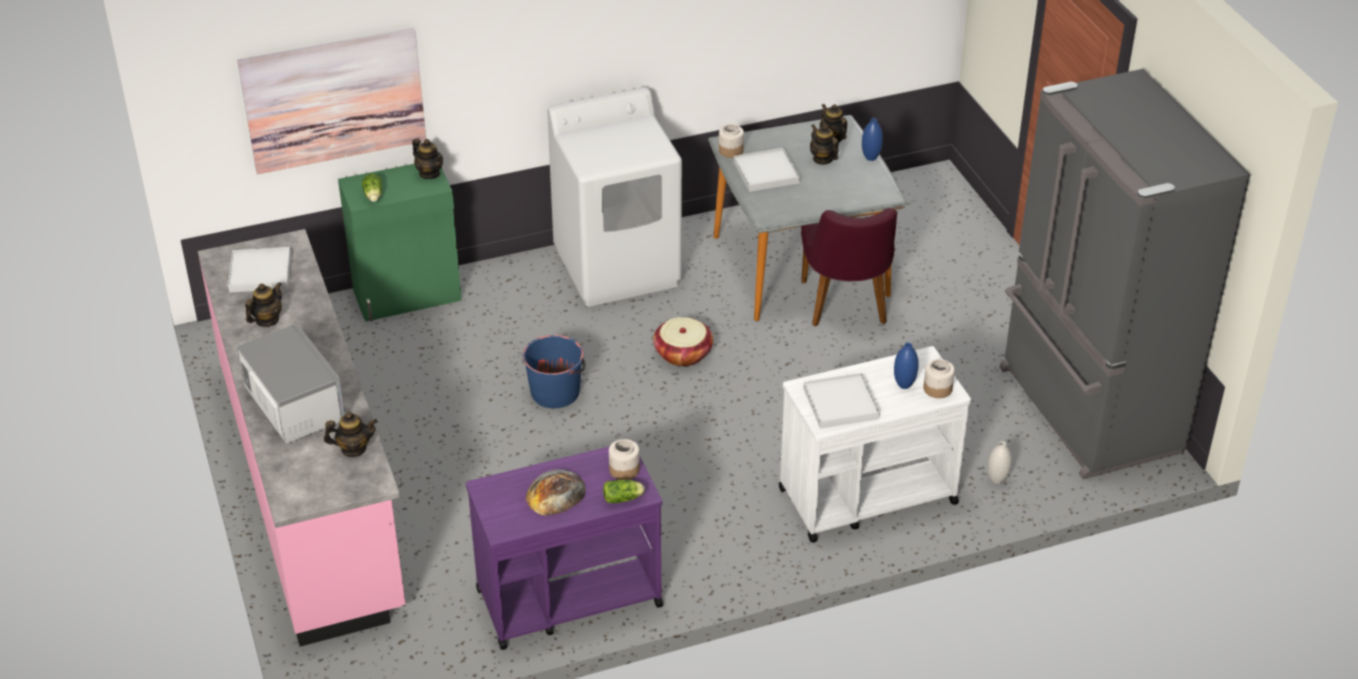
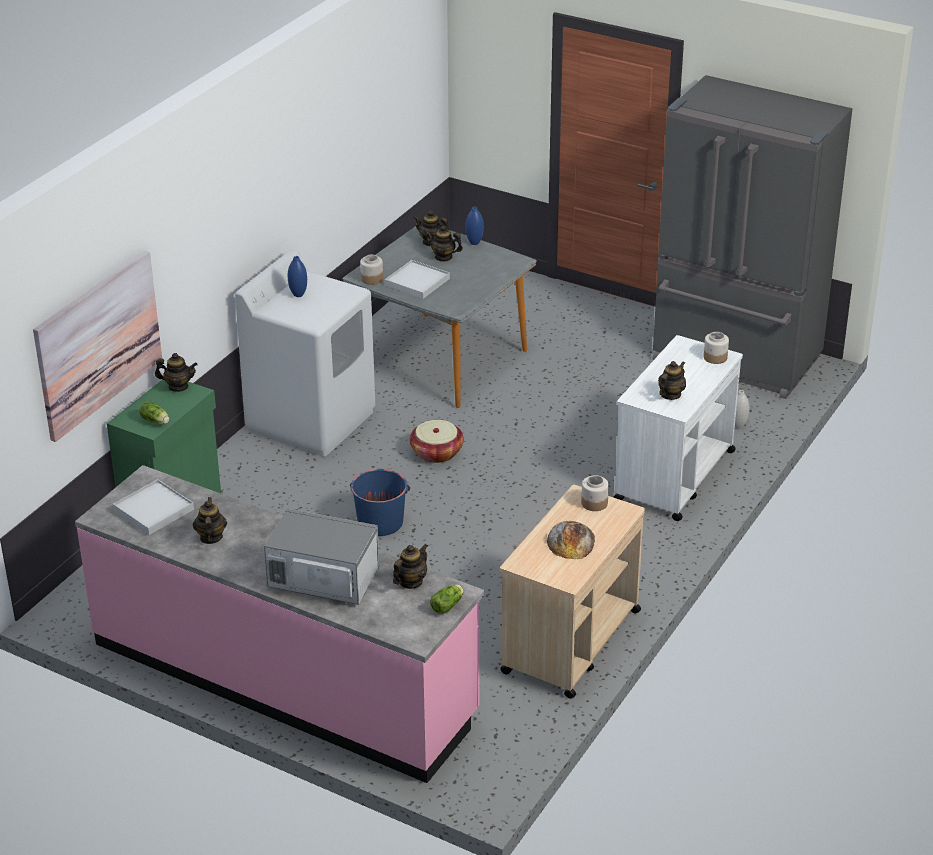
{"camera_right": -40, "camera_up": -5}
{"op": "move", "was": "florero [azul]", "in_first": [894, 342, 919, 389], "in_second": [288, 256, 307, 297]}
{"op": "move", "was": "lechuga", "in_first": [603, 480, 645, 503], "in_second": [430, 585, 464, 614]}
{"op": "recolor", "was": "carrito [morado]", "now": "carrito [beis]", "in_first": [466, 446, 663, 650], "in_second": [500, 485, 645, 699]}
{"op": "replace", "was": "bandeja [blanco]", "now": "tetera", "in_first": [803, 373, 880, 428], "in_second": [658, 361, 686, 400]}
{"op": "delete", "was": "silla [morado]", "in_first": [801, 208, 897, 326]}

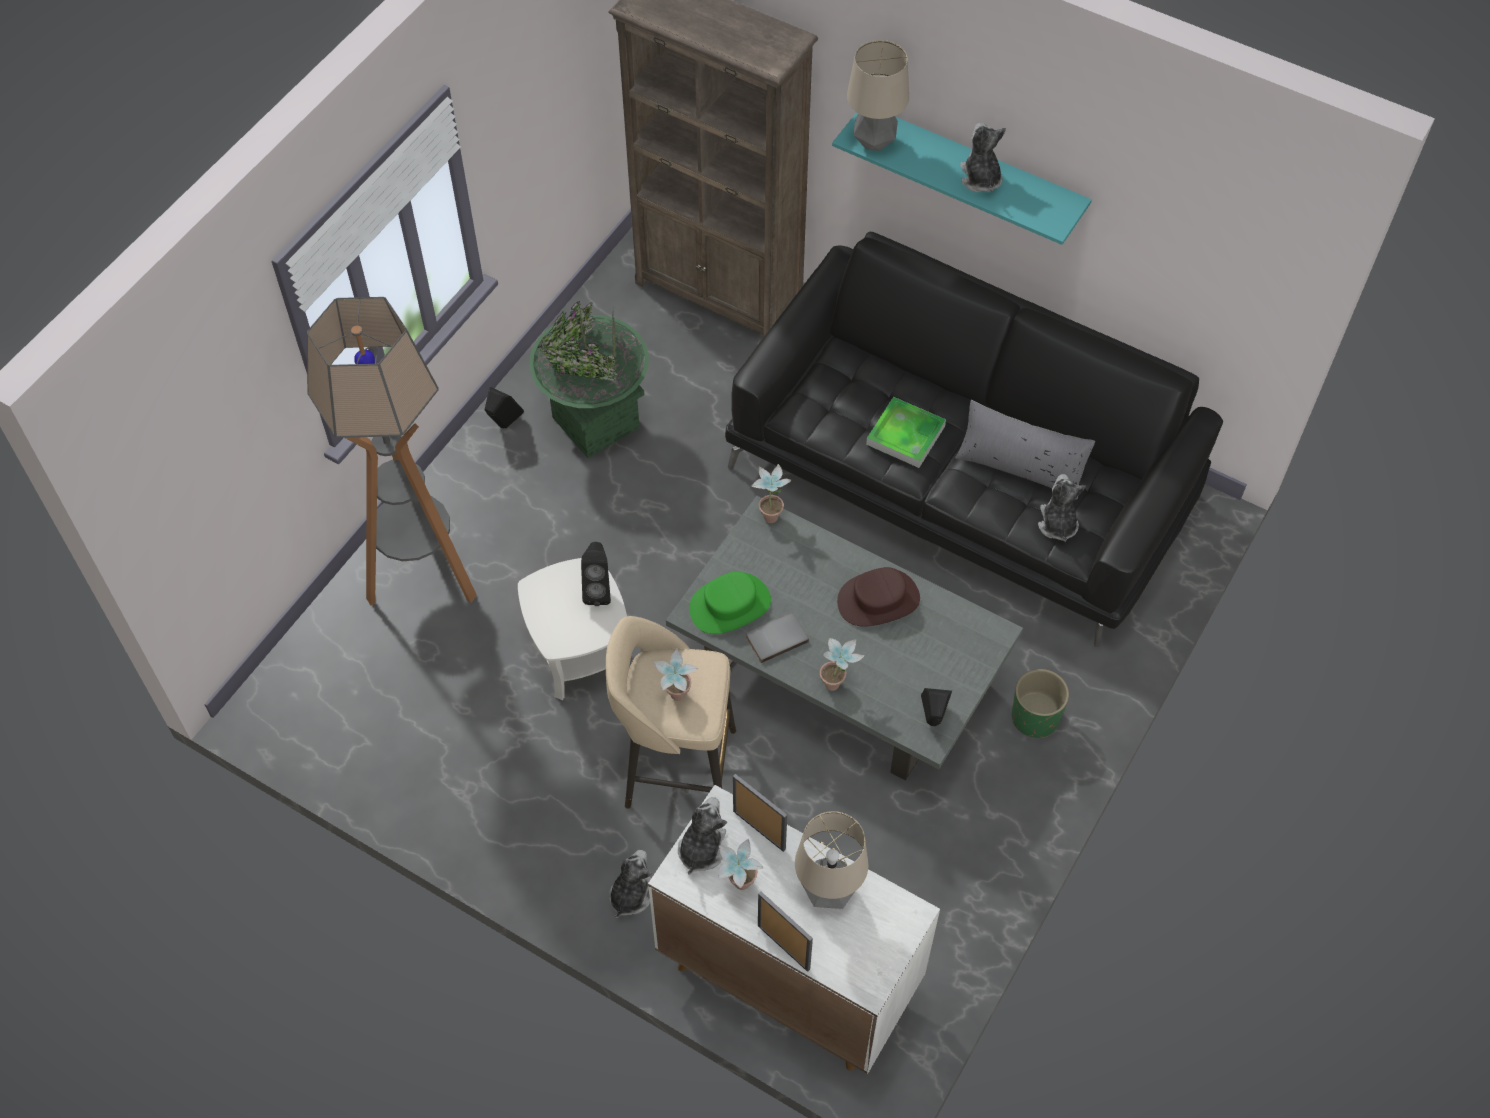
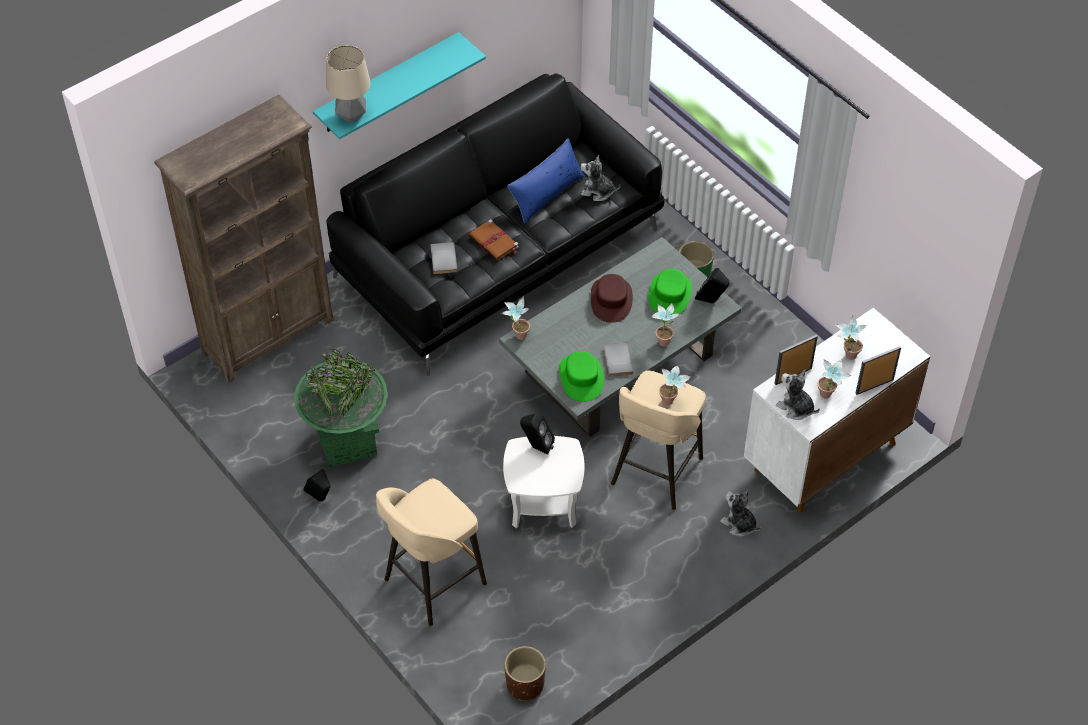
{"camera_right": -70, "camera_up": -5}
{"op": "replace", "was": "lámpara de pie", "now": "taburete [beis]", "in_first": [307, 297, 477, 606], "in_second": [376, 479, 487, 626]}
{"op": "insert", "now": "libro [gris]", "in_second": [430, 242, 457, 274]}
{"op": "replace", "was": "bandeja", "now": "libro [marrón]", "in_first": [866, 397, 946, 468], "in_second": [469, 219, 519, 260]}
{"op": "insert", "now": "maceta [marrón]", "in_second": [504, 646, 546, 701]}
{"op": "recolor", "was": "cojín [gris]", "now": "cojín [azul]", "in_first": [955, 400, 1095, 500], "in_second": [507, 138, 585, 224]}
{"op": "insert", "now": "sombrero [verde]", "in_second": [649, 269, 692, 315]}
{"op": "replace", "was": "lámpara de mesa", "now": "planta en maceta", "in_first": [795, 811, 868, 909], "in_second": [836, 315, 866, 360]}
{"op": "delete", "was": "peluche", "in_first": [960, 122, 1006, 192]}

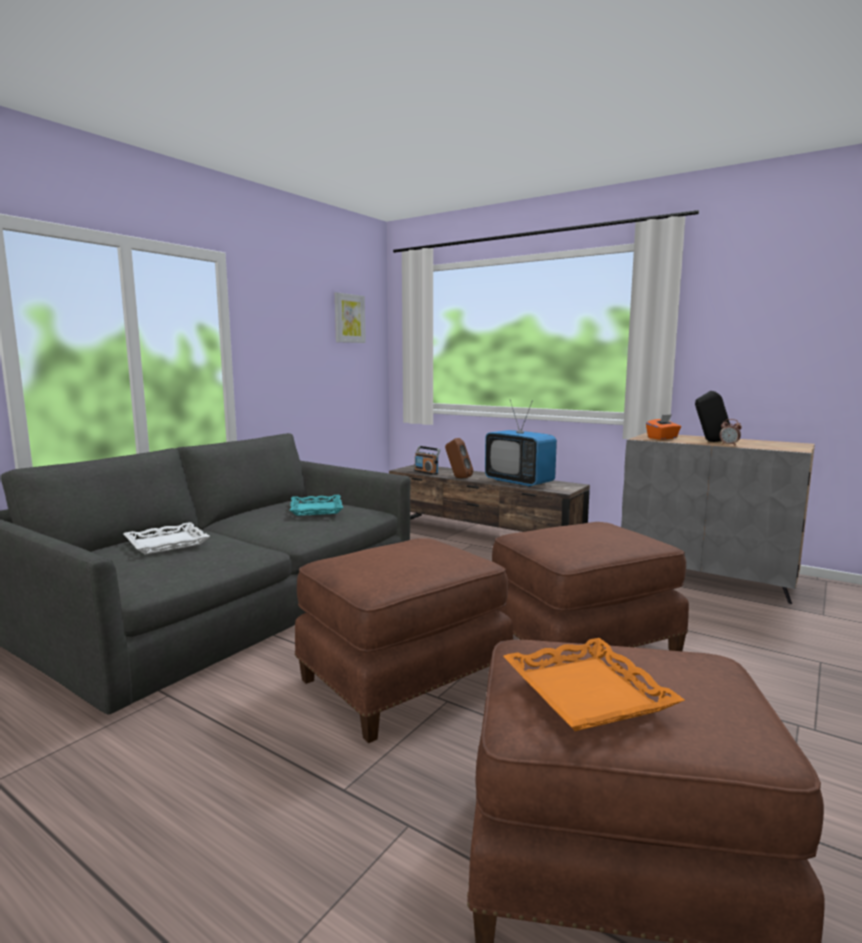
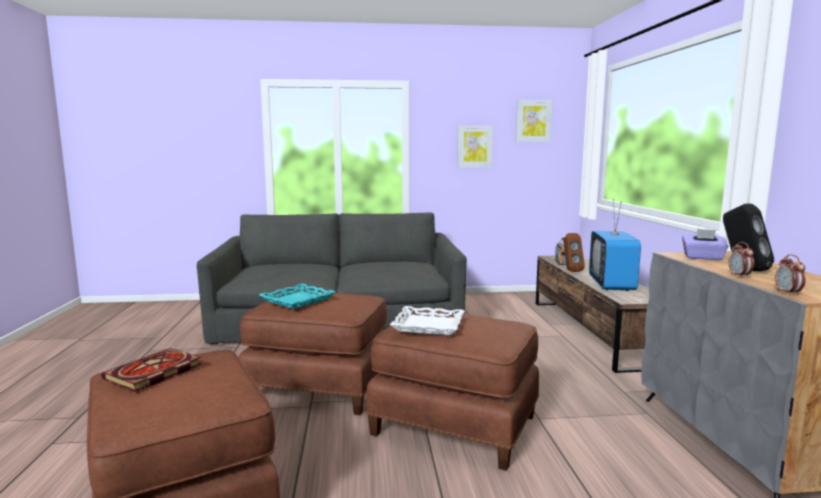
{"camera_right": 50, "camera_up": 0}
{"op": "replace", "was": "bandeja [naranja]", "now": "libro", "in_first": [503, 638, 685, 731], "in_second": [101, 348, 202, 392]}
{"op": "move", "was": "bandeja [turquesa]", "in_first": [290, 495, 343, 516], "in_second": [259, 283, 335, 309]}
{"op": "move", "was": "bandeja [blanco]", "in_first": [123, 522, 210, 555], "in_second": [390, 306, 464, 335]}
{"op": "insert", "now": "cuadro", "in_second": [457, 126, 493, 167]}
{"op": "recolor", "was": "caja de pañuelos [naranja]", "now": "caja de pañuelos [morado]", "in_first": [646, 414, 681, 440], "in_second": [682, 229, 729, 260]}
{"op": "insert", "now": "despertador", "in_second": [775, 254, 806, 296]}

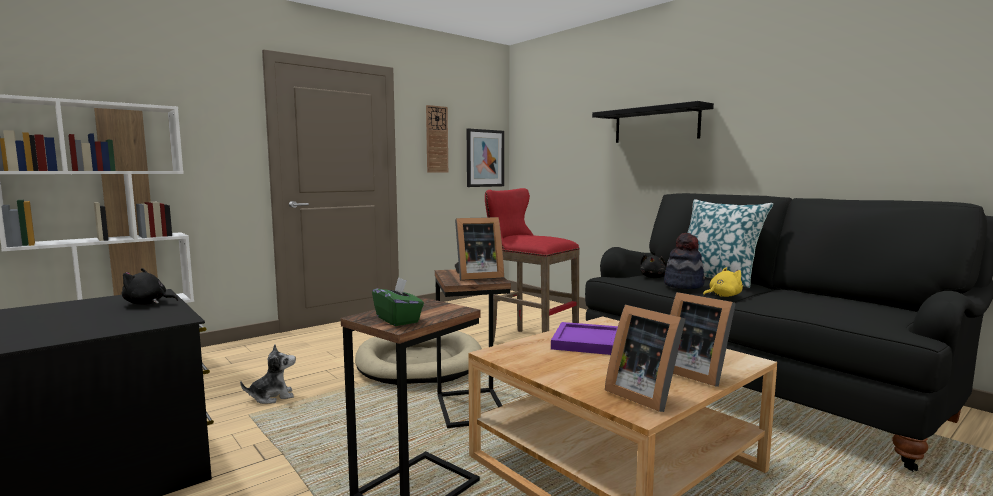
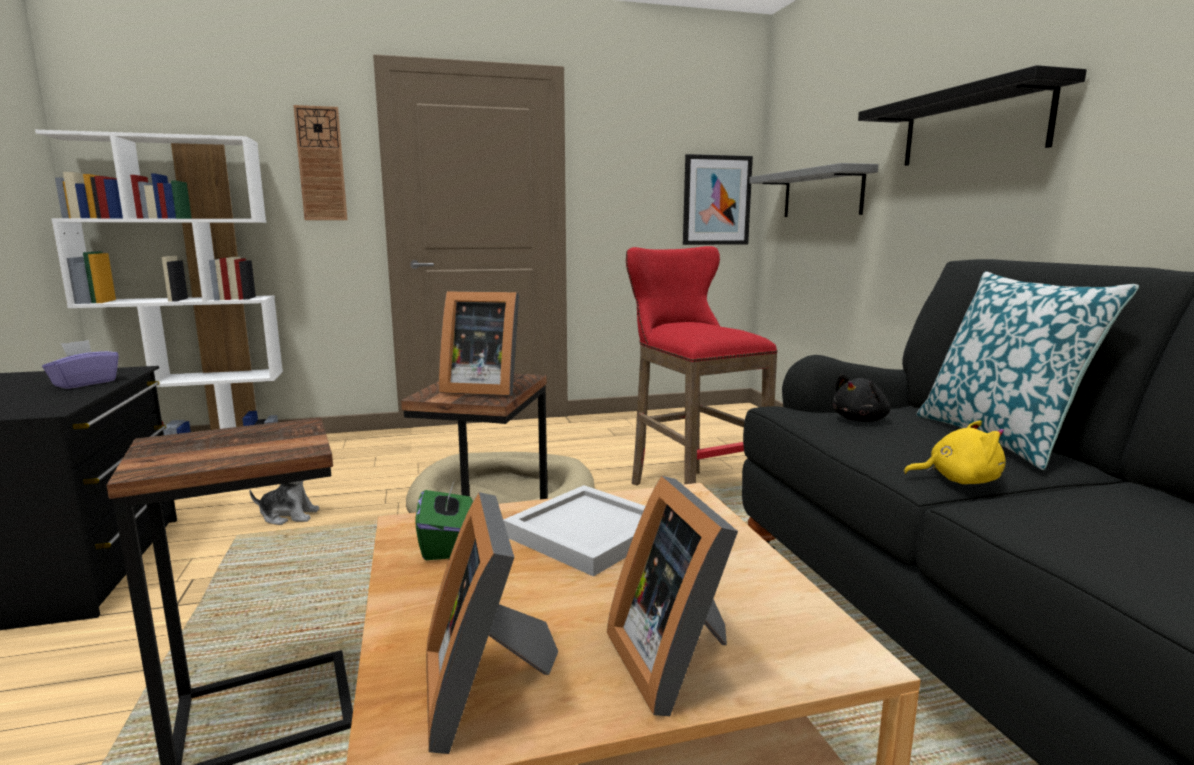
{"camera_right": 25, "camera_up": 5}
{"op": "replace", "was": "peluche [negro]", "now": "caja de pañuelos [morado]", "in_first": [121, 268, 178, 305], "in_second": [42, 340, 119, 389]}
{"op": "move", "was": "reloj de pared", "in_first": [426, 105, 448, 172], "in_second": [293, 105, 348, 220]}
{"op": "move", "was": "caja de pañuelos [verde]", "in_first": [372, 277, 424, 326], "in_second": [415, 479, 473, 560]}
{"op": "recolor", "was": "bandeja [morado]", "now": "bandeja [blanco]", "in_first": [551, 322, 618, 355], "in_second": [503, 485, 646, 577]}
{"op": "insert", "now": "estante [gris]", "in_second": [749, 163, 878, 217]}
{"op": "delete", "was": "sombrero", "in_first": [664, 233, 705, 289]}

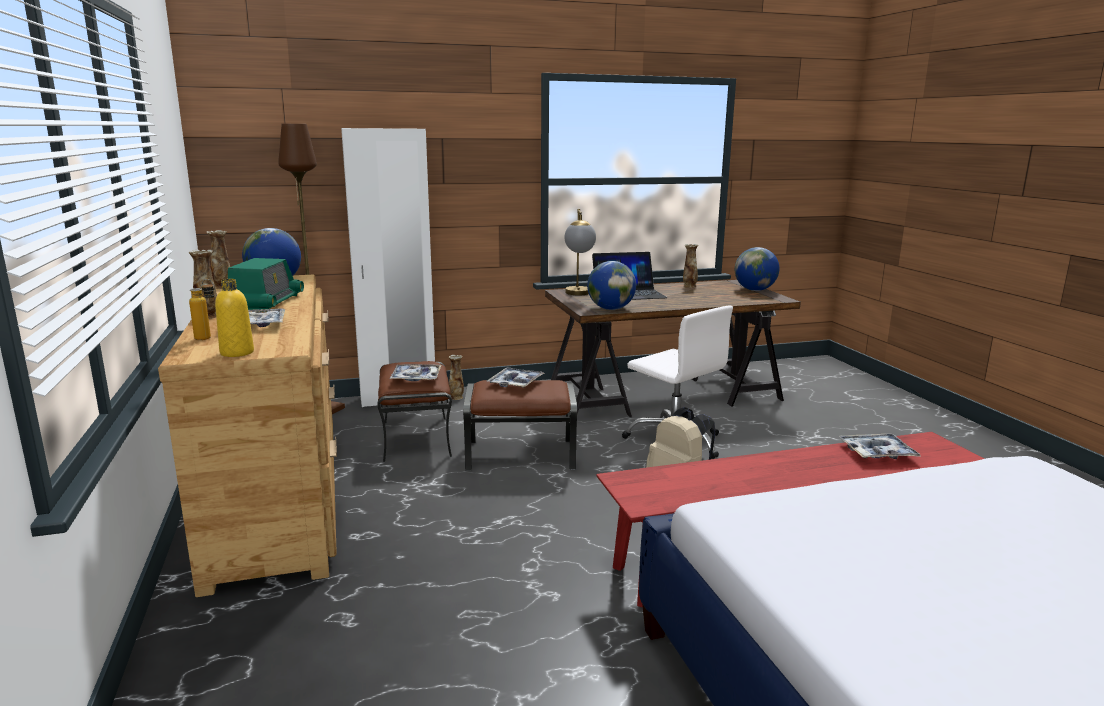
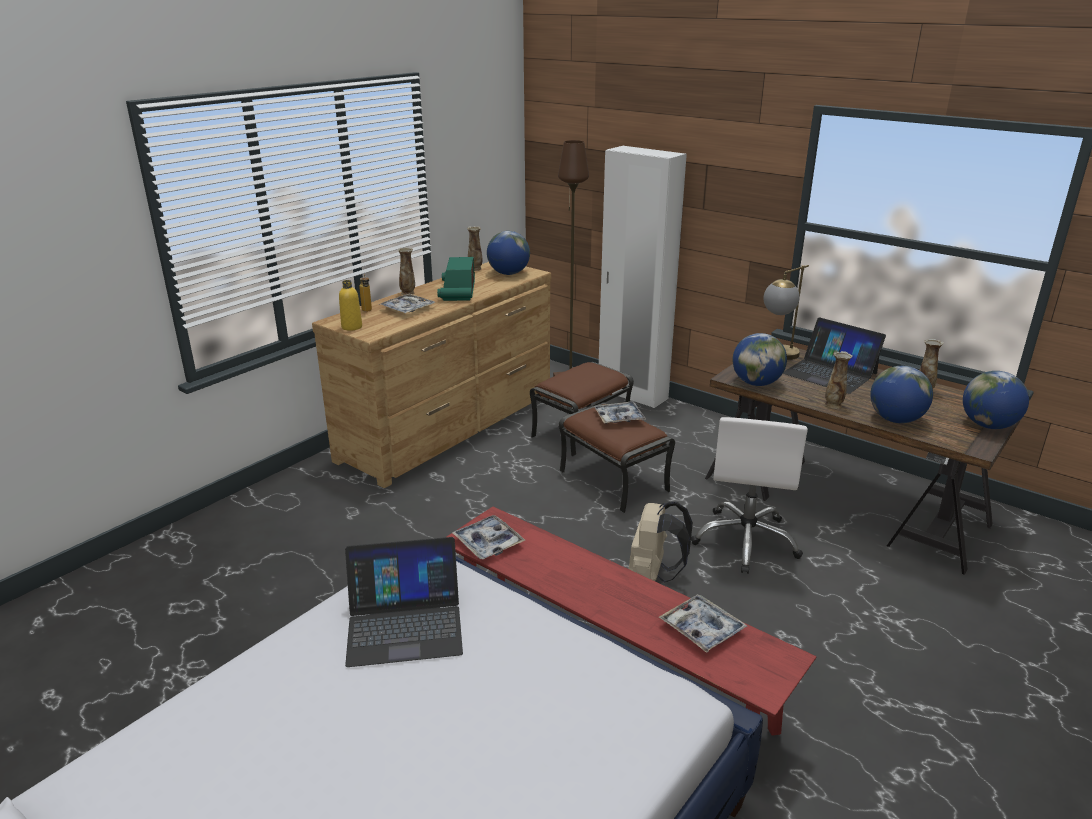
{"camera_right": 55, "camera_up": 10}
{"op": "insert", "now": "portátil", "in_second": [345, 537, 463, 667]}
{"op": "rotate", "was": "radio", "in_first": [228, 258, 304, 312], "in_second": [437, 257, 475, 301], "clockwise": 120}
{"op": "move", "was": "bandeja", "in_first": [390, 364, 441, 381], "in_second": [452, 515, 525, 559]}
{"op": "move", "was": "florero", "in_first": [449, 355, 464, 400], "in_second": [825, 351, 853, 409]}
{"op": "insert", "now": "globo terráqueo", "in_second": [870, 366, 933, 423]}

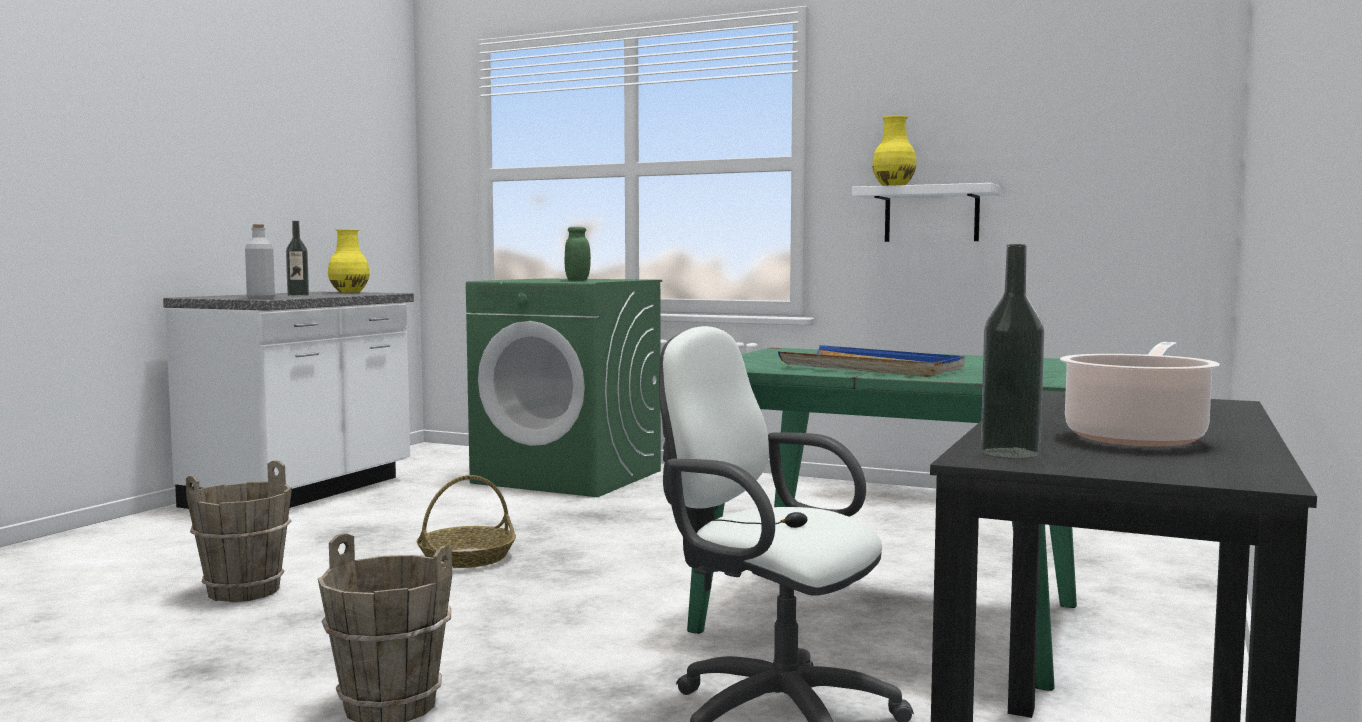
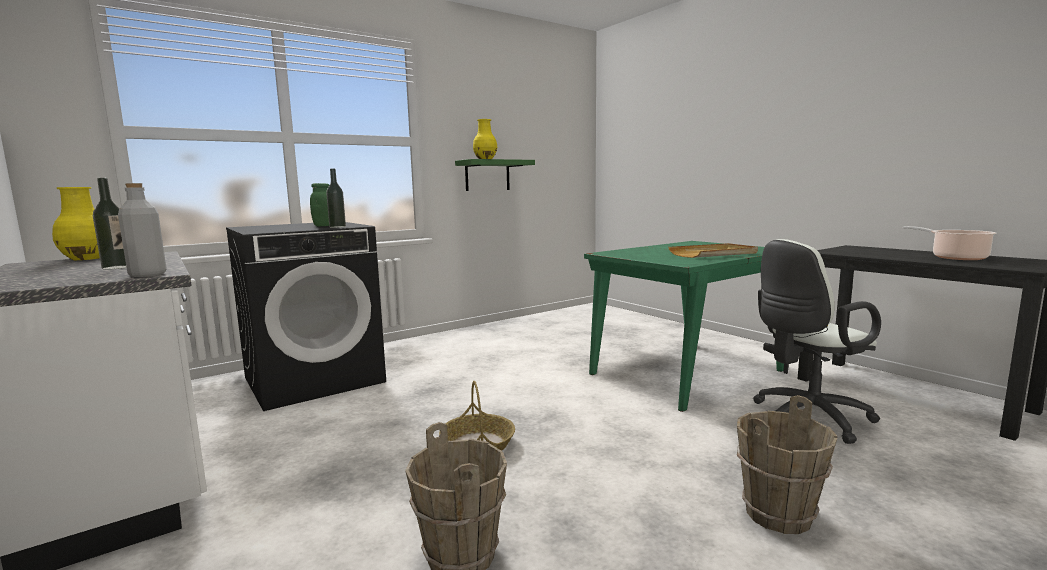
{"camera_right": -60, "camera_up": 5}
{"op": "recolor", "was": "lavadora [verde]", "now": "lavadora [negro]", "in_first": [466, 278, 662, 497], "in_second": [226, 222, 386, 411]}
{"op": "move", "was": "botella", "in_first": [981, 244, 1044, 459], "in_second": [326, 169, 346, 228]}
{"op": "recolor", "was": "estante [blanco]", "now": "estante [verde]", "in_first": [852, 183, 1001, 242], "in_second": [455, 159, 535, 191]}
{"op": "recolor", "was": "bandeja [azul]", "now": "bandeja [beis]", "in_first": [778, 345, 964, 377], "in_second": [668, 243, 758, 258]}

